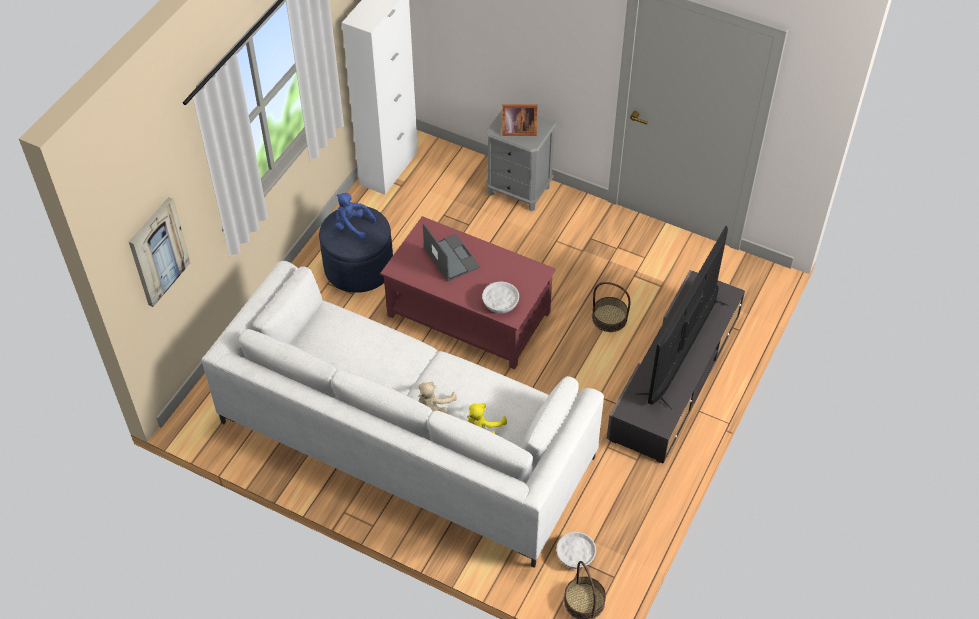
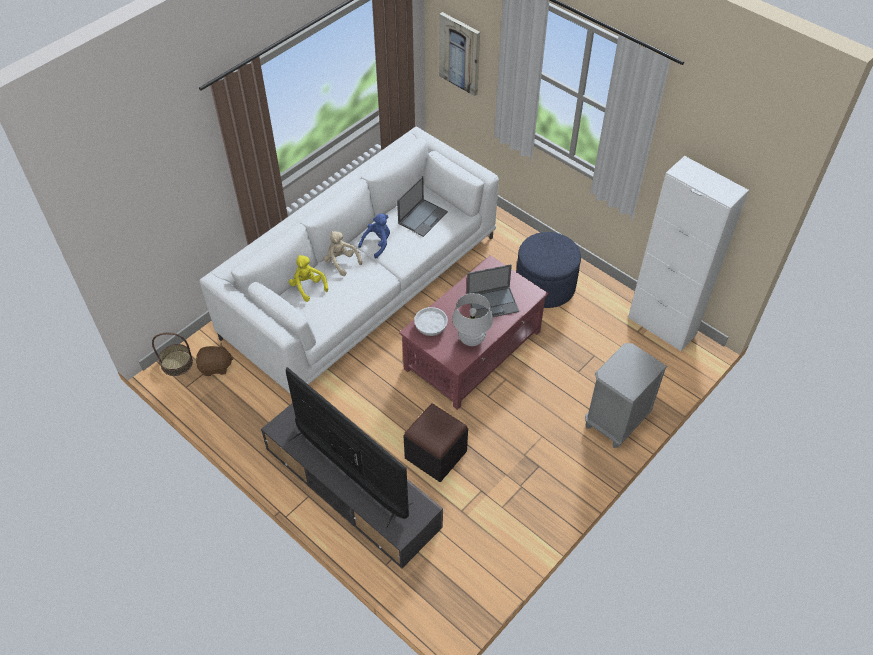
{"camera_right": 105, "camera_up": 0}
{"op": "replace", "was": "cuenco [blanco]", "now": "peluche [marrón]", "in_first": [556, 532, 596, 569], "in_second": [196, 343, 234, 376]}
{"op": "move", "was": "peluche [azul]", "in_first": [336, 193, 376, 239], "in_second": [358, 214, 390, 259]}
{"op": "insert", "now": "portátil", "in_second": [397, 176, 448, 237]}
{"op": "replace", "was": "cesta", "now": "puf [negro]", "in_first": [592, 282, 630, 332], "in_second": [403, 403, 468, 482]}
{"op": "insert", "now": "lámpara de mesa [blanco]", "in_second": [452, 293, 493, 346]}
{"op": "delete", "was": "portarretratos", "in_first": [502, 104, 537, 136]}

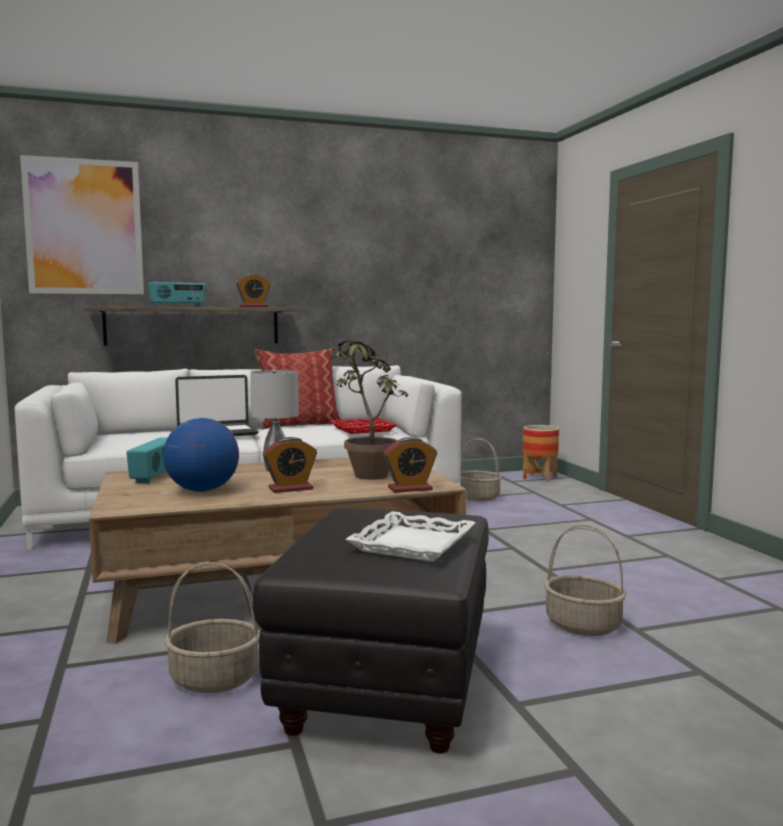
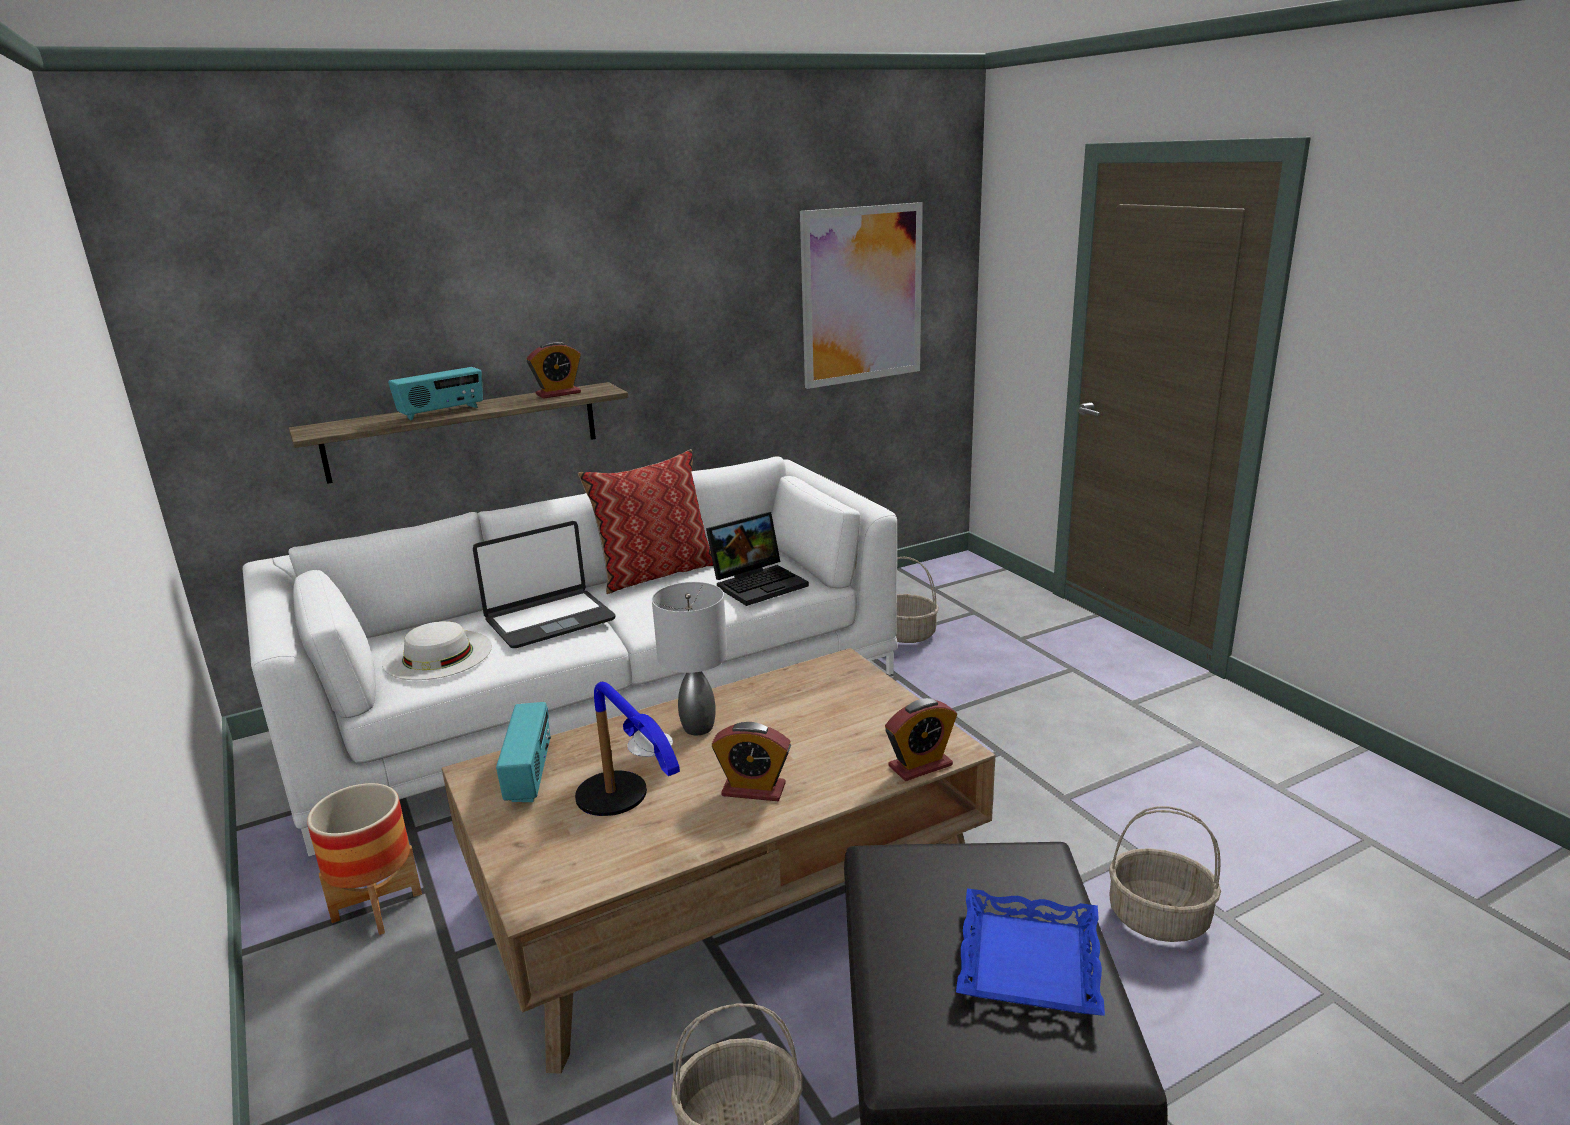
{"camera_right": -10, "camera_up": 15}
{"op": "move", "was": "maceta", "in_first": [523, 425, 559, 482], "in_second": [307, 783, 422, 935]}
{"op": "insert", "now": "sombrero [blanco]", "in_second": [382, 621, 492, 680]}
{"op": "replace", "was": "globo terráqueo", "now": "lámpara de mesa", "in_first": [163, 418, 239, 492], "in_second": [575, 682, 680, 816]}
{"op": "replace", "was": "bandeja [rojo]", "now": "portátil", "in_first": [330, 417, 397, 434], "in_second": [706, 512, 809, 606]}
{"op": "rotate", "was": "despertador", "in_first": [263, 437, 317, 493], "in_second": [712, 722, 791, 801], "clockwise": 45}
{"op": "move", "was": "cuadro", "in_first": [20, 155, 144, 294], "in_second": [800, 202, 923, 389]}
{"op": "recolor", "was": "bandeja [blanco]", "now": "bandeja [azul]", "in_first": [346, 511, 475, 562], "in_second": [956, 888, 1105, 1016]}
{"op": "delete", "was": "planta en maceta", "in_first": [328, 341, 408, 480]}

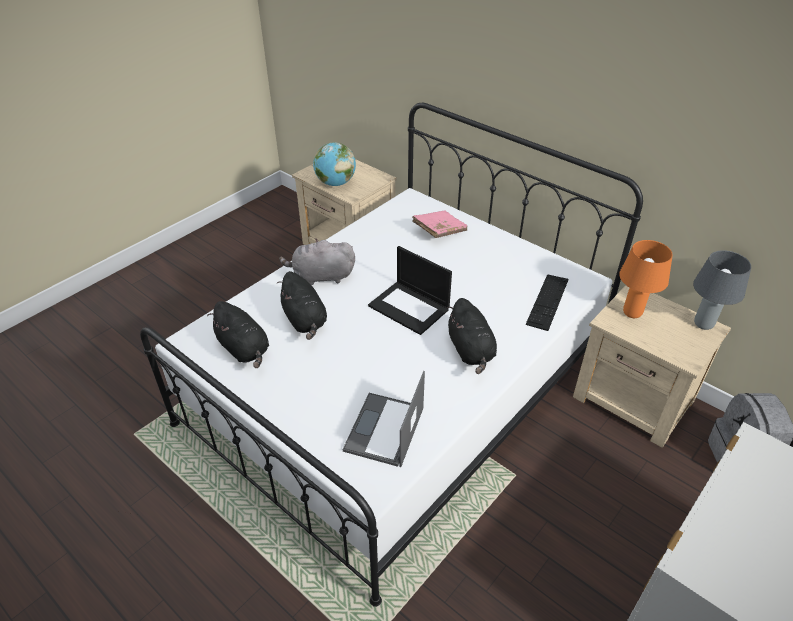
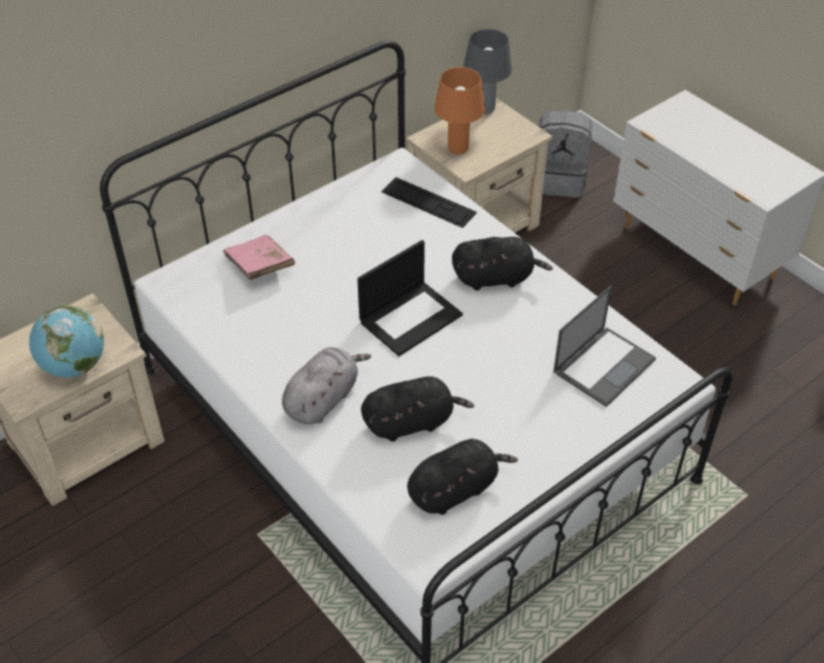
{"camera_right": -80, "camera_up": 5}
{"op": "rotate", "was": "peluche [gris]", "in_first": [279, 238, 355, 285], "in_second": [282, 347, 371, 424], "clockwise": -150}
{"op": "rotate", "was": "portátil", "in_first": [343, 371, 425, 467], "in_second": [553, 286, 656, 407], "clockwise": -75}

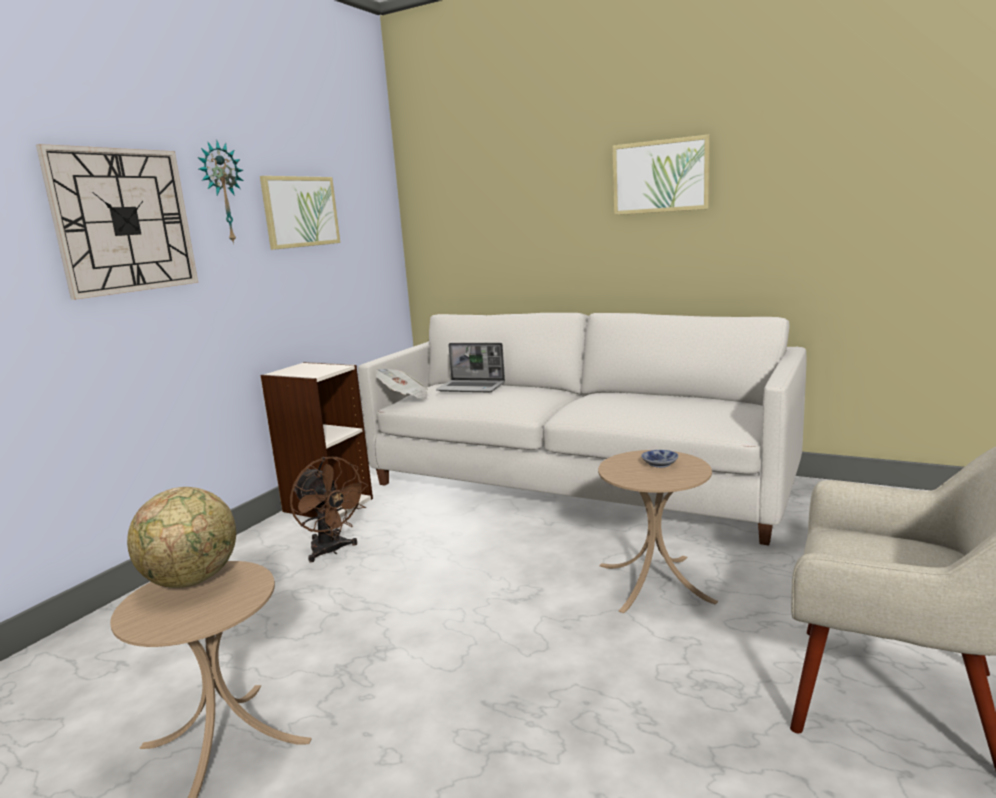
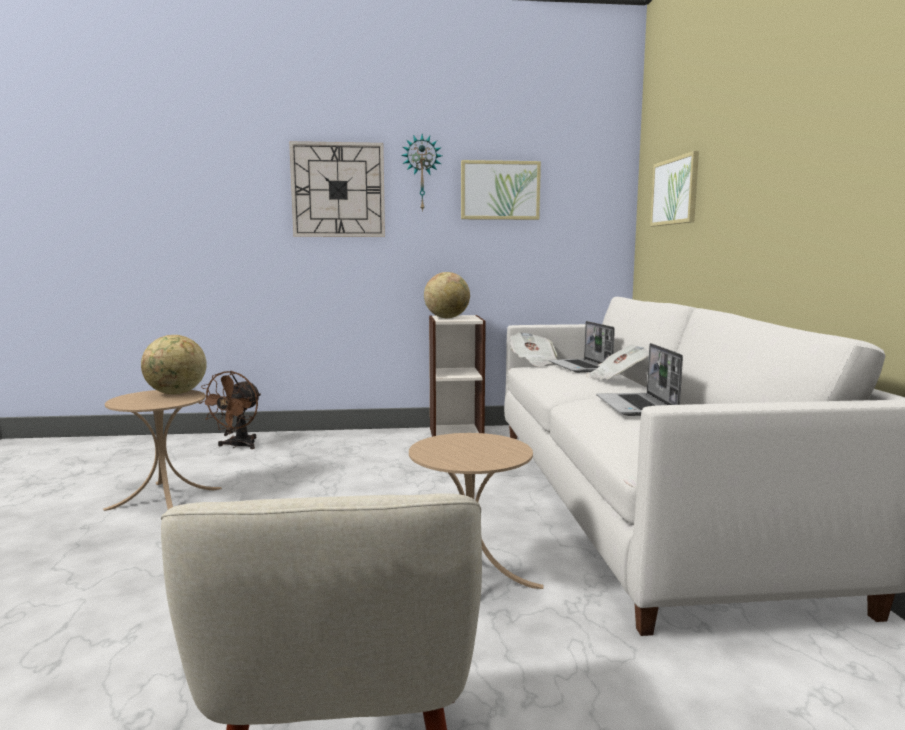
{"camera_right": 55, "camera_up": -5}
{"op": "move", "was": "ventilador [marrón]", "in_first": [290, 457, 368, 562], "in_second": [199, 371, 261, 449]}
{"op": "insert", "now": "globo terráqueo", "in_second": [424, 272, 470, 318]}
{"op": "insert", "now": "periódico", "in_second": [586, 345, 649, 379]}
{"op": "insert", "now": "portátil", "in_second": [596, 343, 683, 416]}
{"op": "move", "was": "cuadro", "in_first": [612, 135, 710, 215], "in_second": [650, 151, 699, 226]}
{"op": "delete", "was": "cuenco", "in_first": [641, 450, 678, 468]}

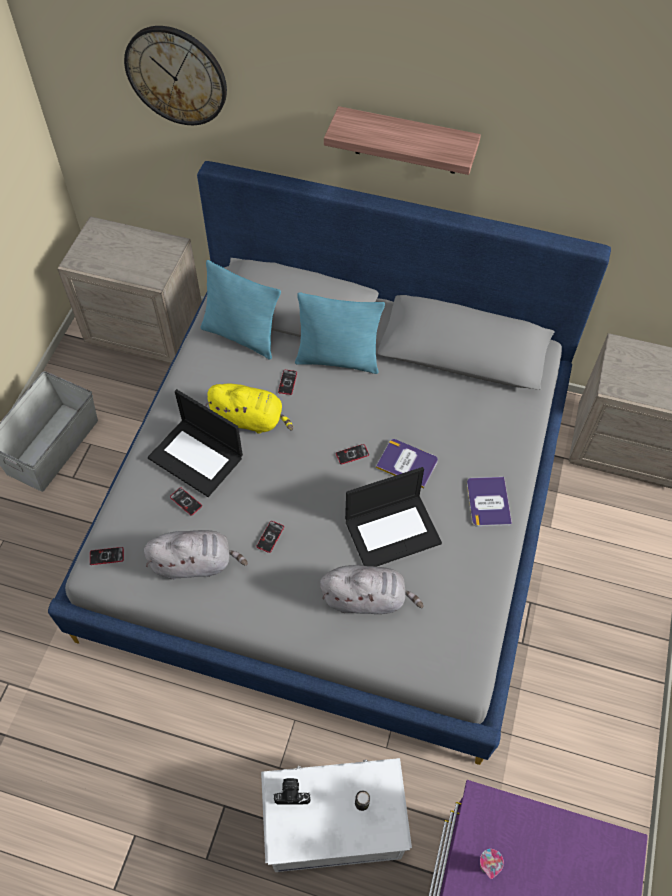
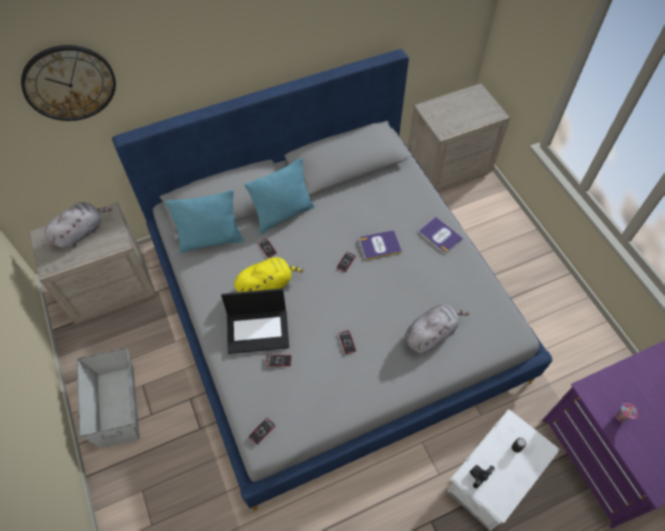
{"camera_right": -40, "camera_up": 0}
{"op": "move", "was": "peluche [gris]", "in_first": [144, 530, 248, 580], "in_second": [45, 202, 112, 248]}
{"op": "delete", "was": "estante", "in_first": [324, 106, 481, 175]}
{"op": "delete", "was": "portátil", "in_first": [345, 467, 442, 567]}

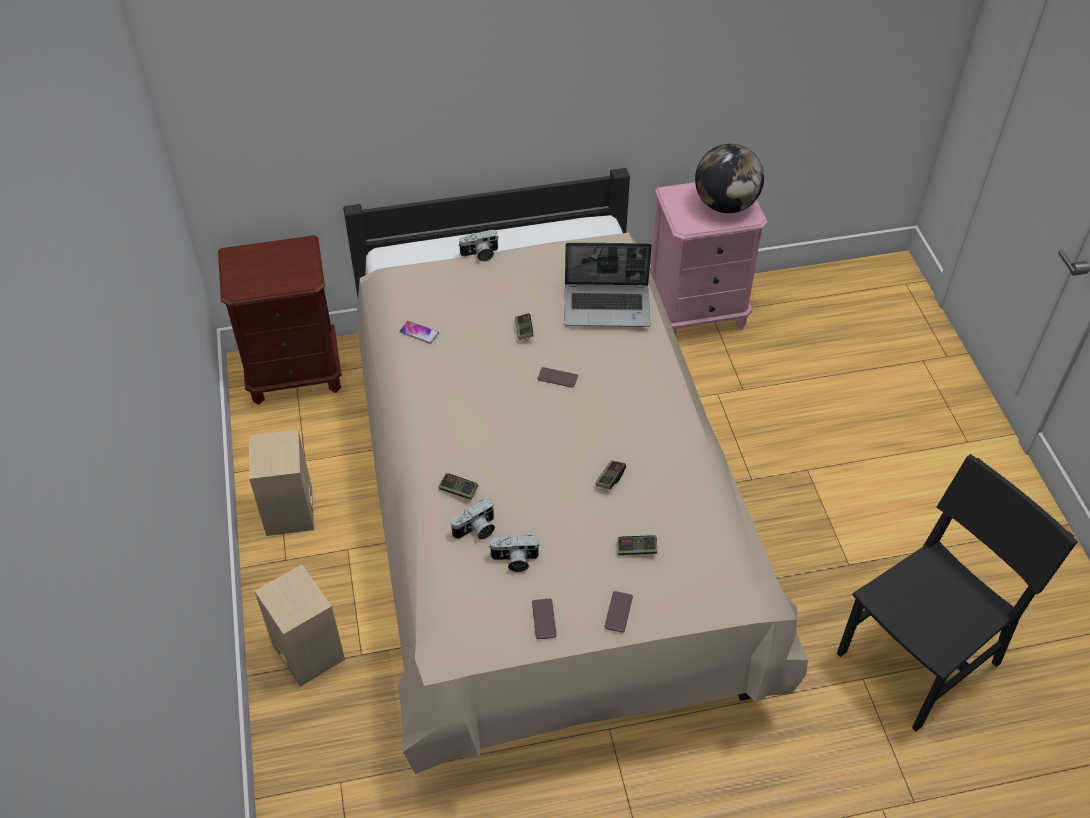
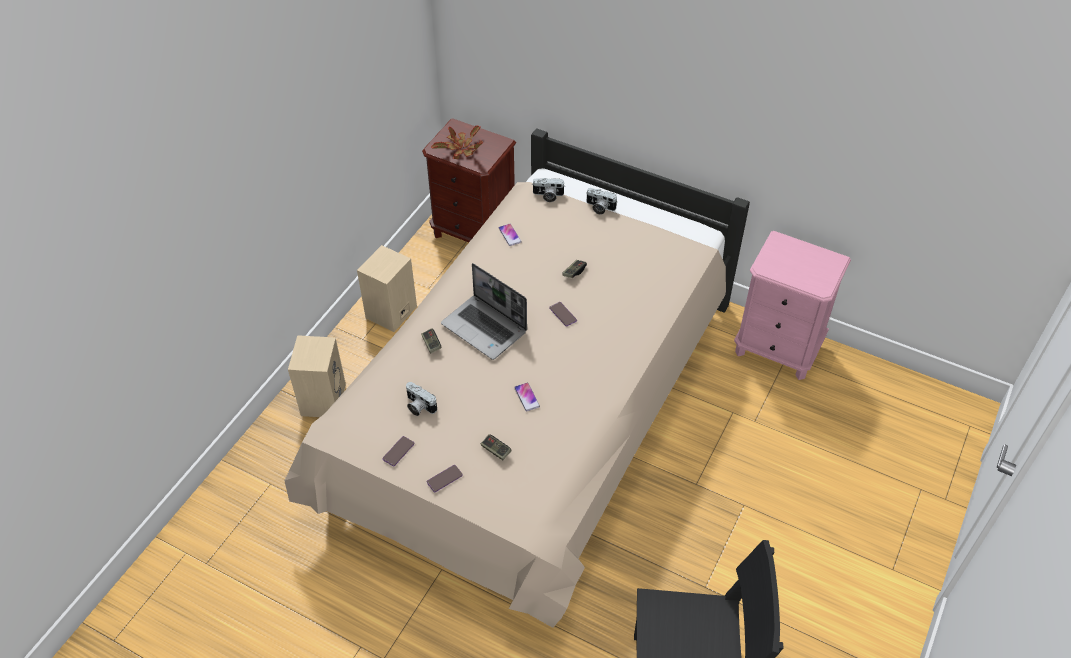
{"camera_right": 40, "camera_up": 0}
{"op": "insert", "now": "planta en maceta", "in_second": [431, 125, 483, 159]}
{"op": "move", "was": "portátil", "in_first": [564, 242, 652, 327], "in_second": [441, 263, 527, 360]}
{"op": "replace", "was": "mando de consola", "now": "móvil", "in_first": [595, 461, 626, 489], "in_second": [514, 383, 540, 411]}
{"op": "move", "was": "cámara", "in_first": [451, 498, 495, 540], "in_second": [532, 178, 565, 202]}
{"op": "delete", "was": "globo terráqueo", "in_first": [695, 144, 764, 213]}

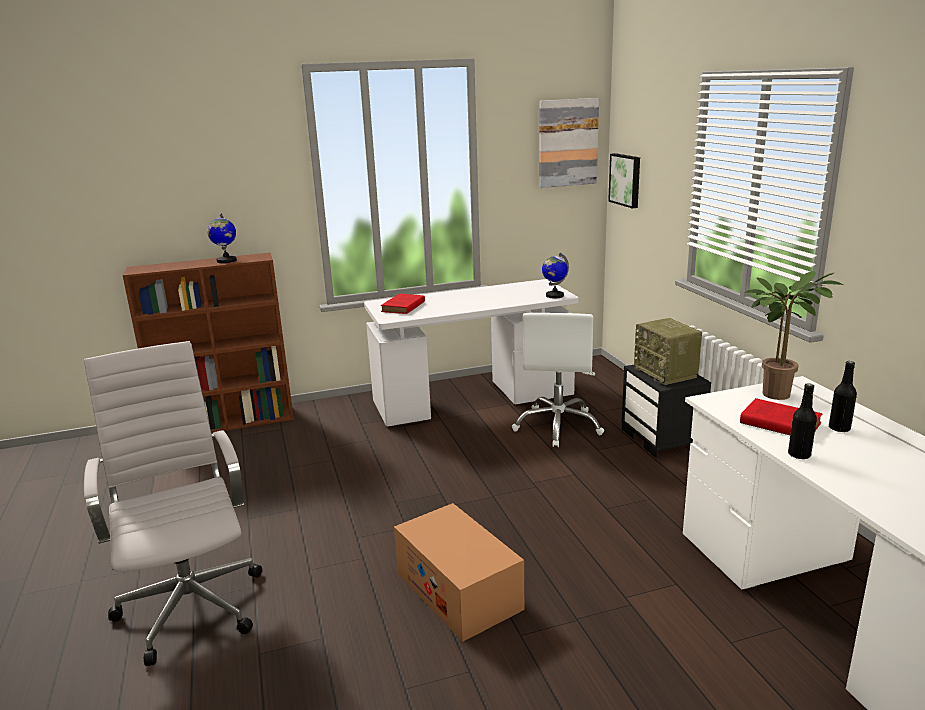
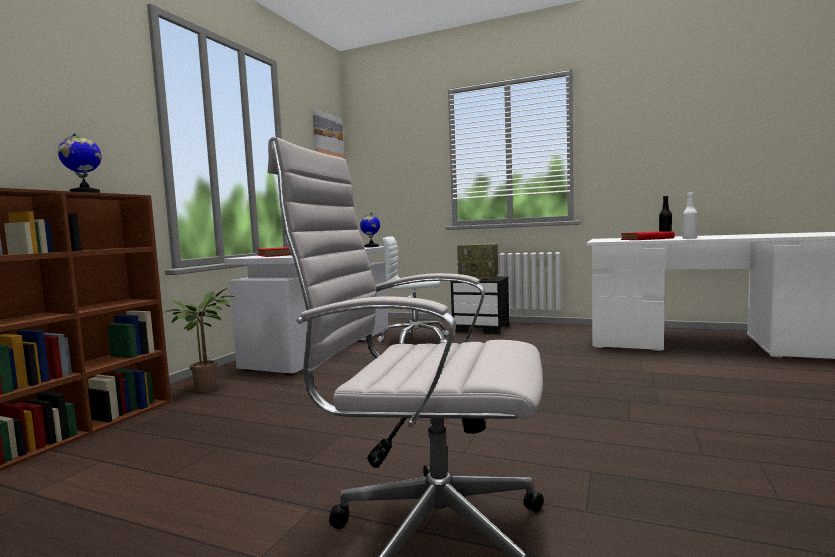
{"camera_right": -50, "camera_up": -15}
{"op": "move", "was": "planta en maceta", "in_first": [744, 271, 843, 400], "in_second": [163, 288, 235, 392]}
{"op": "rotate", "was": "silla de oficina [blanco]", "in_first": [512, 313, 604, 447], "in_second": [378, 237, 449, 344], "clockwise": 135}
{"op": "recolor", "was": "botella [negro]", "now": "botella [blanco]", "in_first": [788, 383, 817, 460], "in_second": [683, 192, 697, 239]}
{"op": "delete", "was": "caja de cartón", "in_first": [394, 503, 524, 642]}
{"op": "delete", "was": "cuadro", "in_first": [608, 153, 640, 209]}

